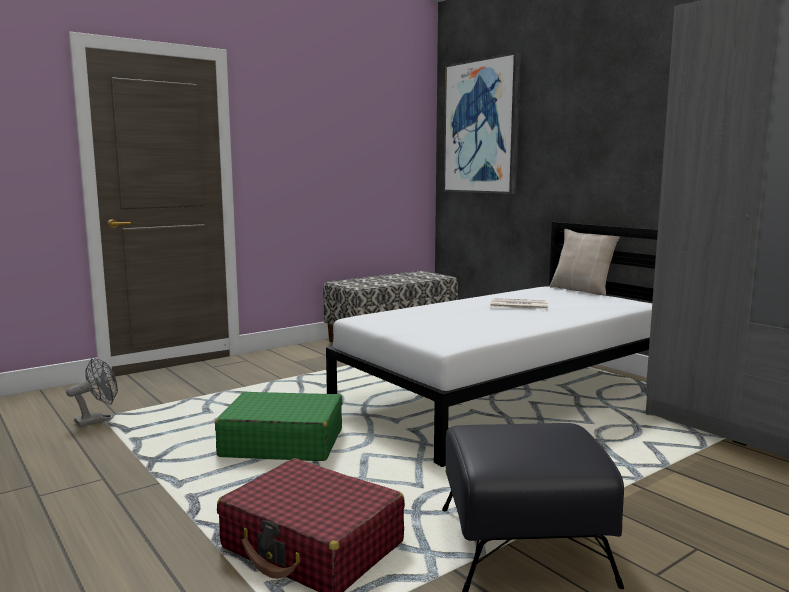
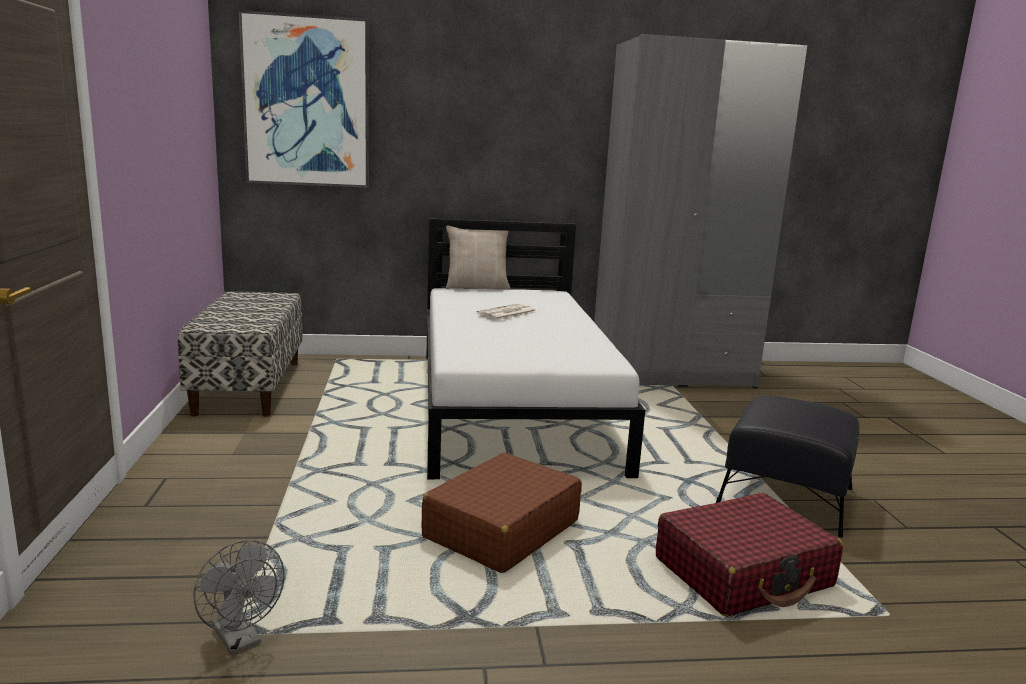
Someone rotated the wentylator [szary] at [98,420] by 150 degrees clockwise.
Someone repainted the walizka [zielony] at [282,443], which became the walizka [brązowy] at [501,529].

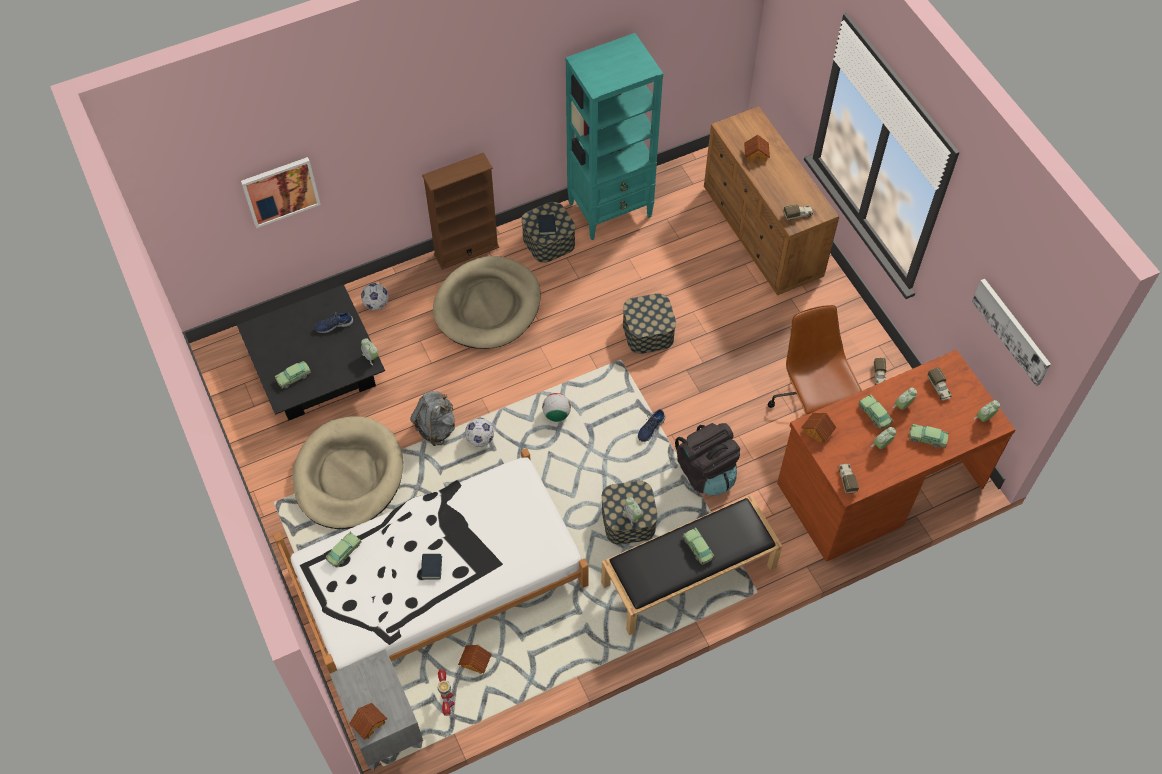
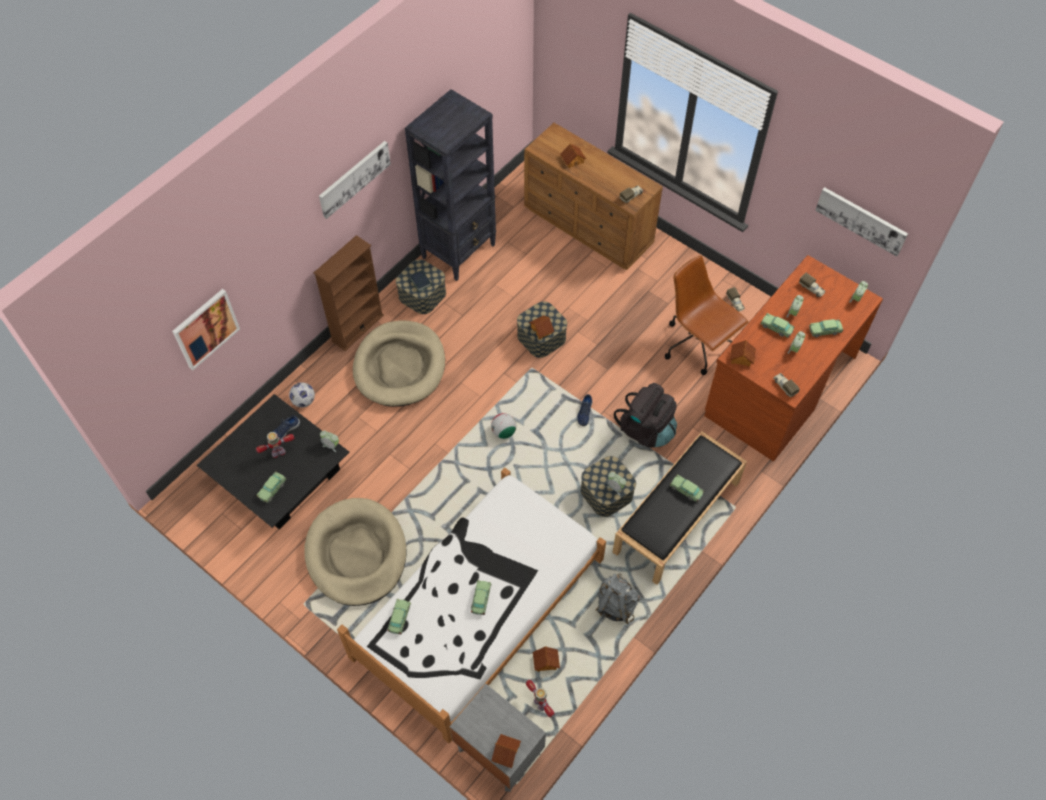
Someone carried the plecak [szary] from [436,427] to [615,605].
Someone swapped the książka at [431,568] for the samochodzik at [481,599].
Someone took away the piłka futbolowa at [480,439].
Someone repainted the regał [turkusowy] at [611,210], which became the regał [czarny] at [459,251].
Someone put down the robot zabawkowy at [278,452].
Someone put up the obraz at [354,178].
Someone put down the domek at [542,330].

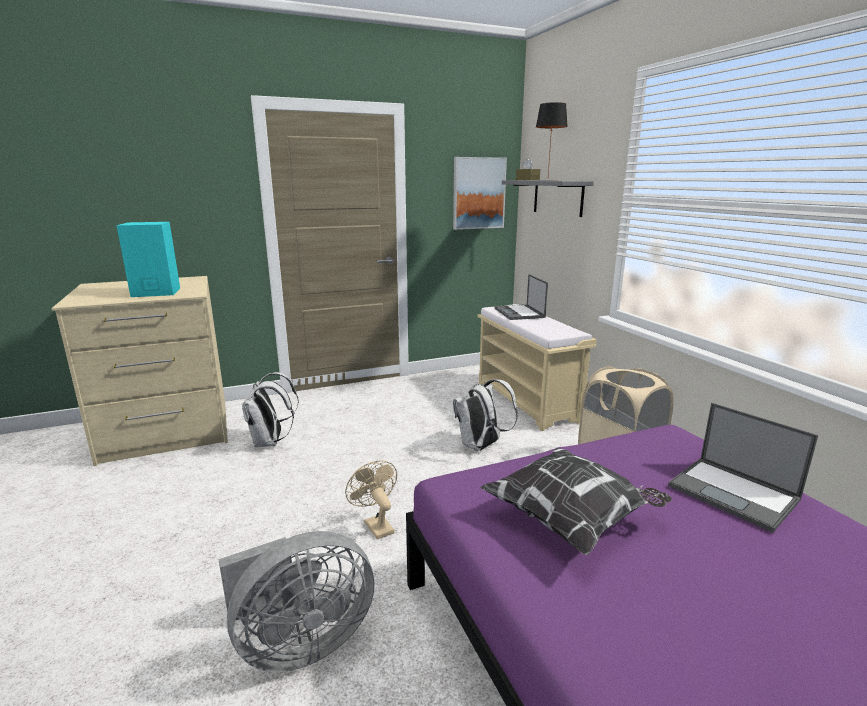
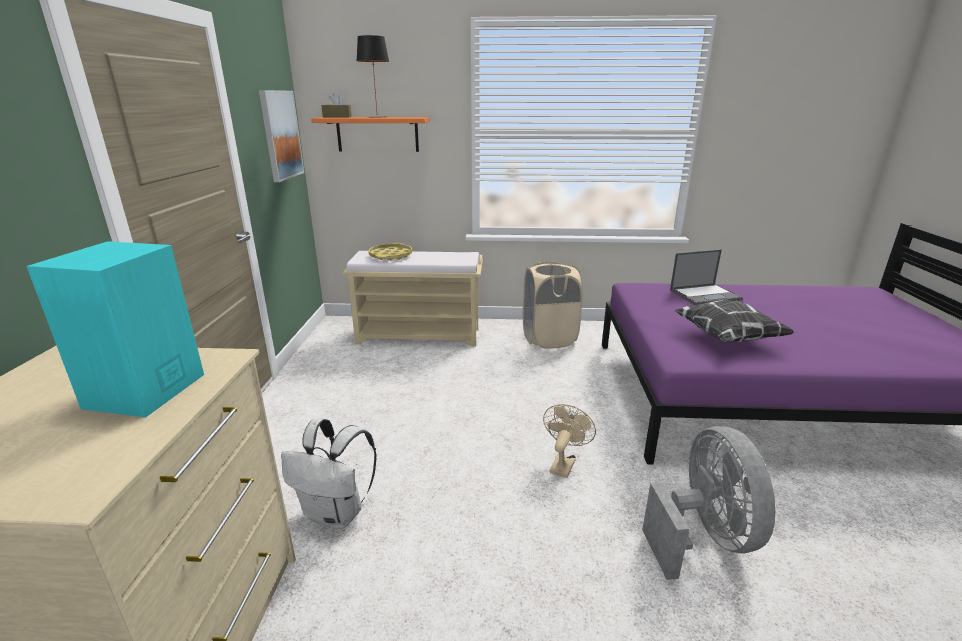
Someone rotated the wentylator [beżowy] at [375,525] by 120 degrees clockwise.
Someone took away the plecak [biały] at [481,446].
Someone swapped the laptop at [519,313] for the taca [żółty] at [390,256].
Someone repainted the półka [szary] at [558,197], which became the półka [pomarańczowy] at [377,134].

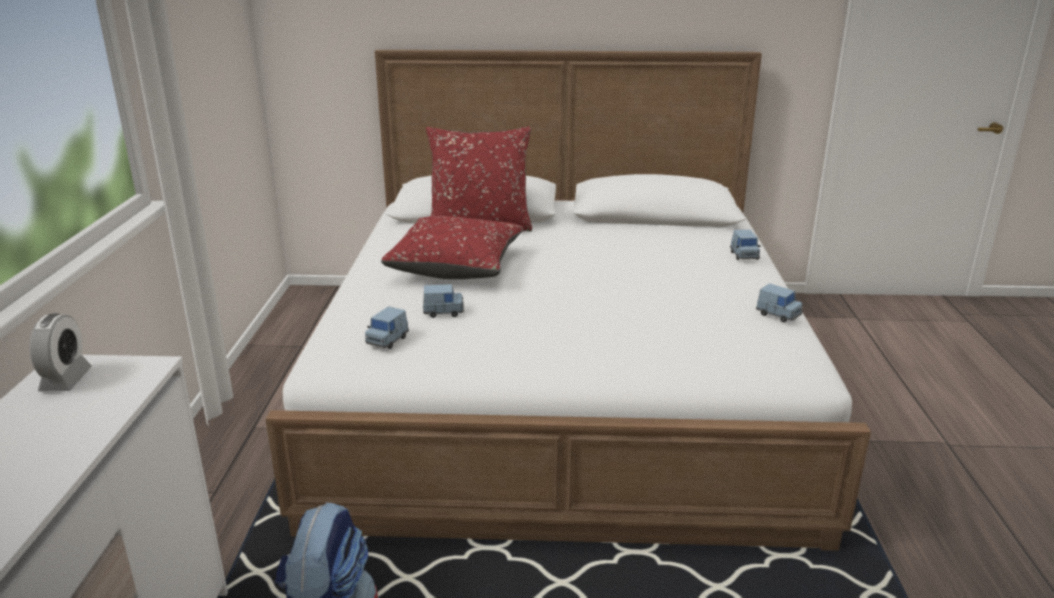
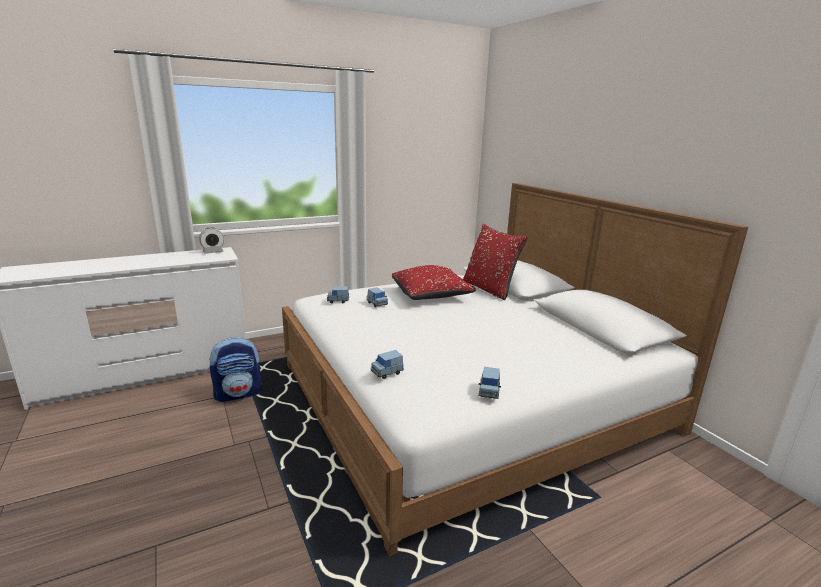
Someone carried the samochodzik [niebieski] from [744,256] to [387,372].

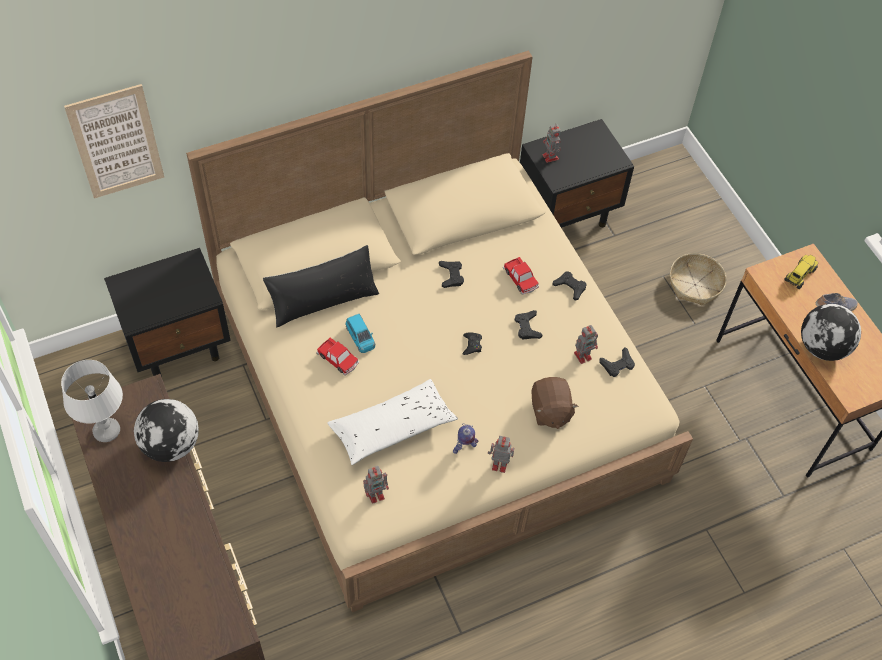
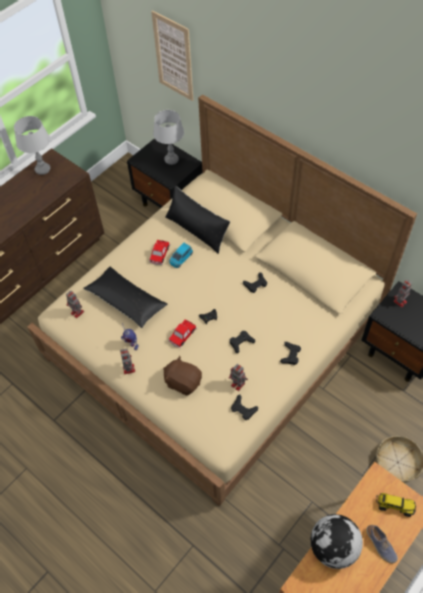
Someone took away the globus at [171,445].
Someone repainted the poduszka [biały] at [392,427], which became the poduszka [czarny] at [126,301].
Someone carried the samochodzik from [520,279] to [182,335].
Someone rotated the pluszak [brązowy] at [550,411] by 60 degrees clockwise.
Someone put down the lampa stołowa [szary] at [171,160].

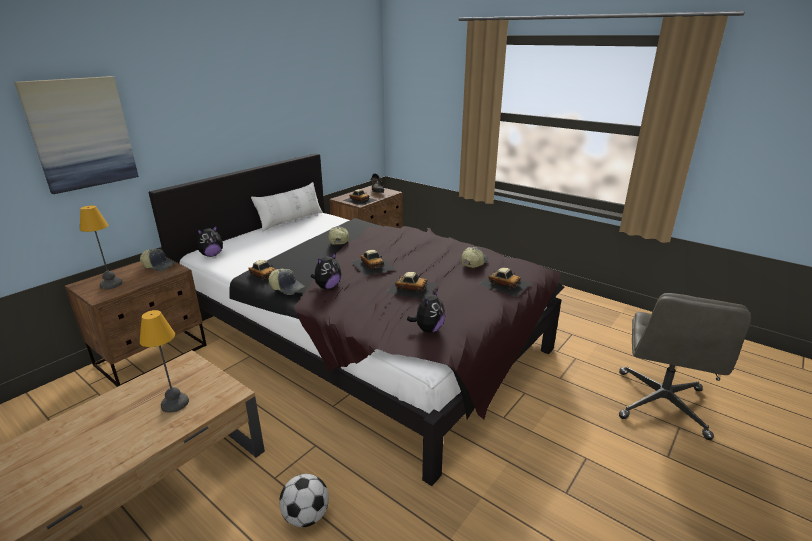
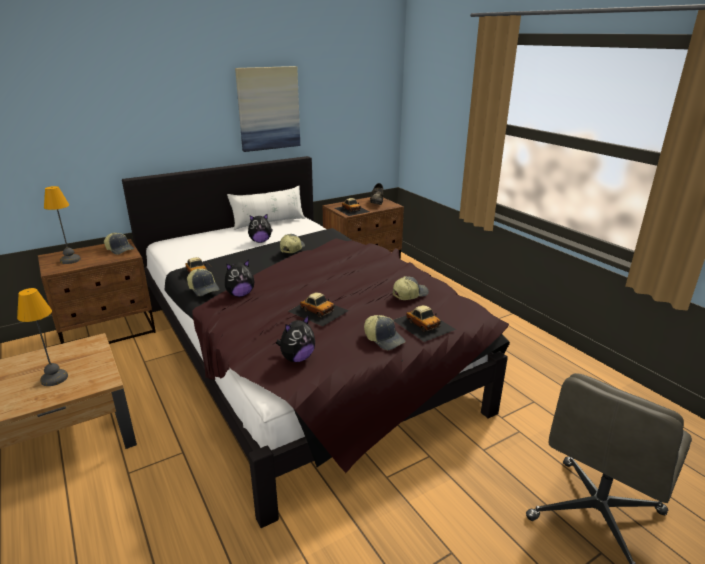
Someone carried the obraz from [81,133] to [268,108].
Someone carried the pluszak from [211,255] to [260,241].
Someone took away the piłka futbolowa at [306,516].
Someone took away the samochodzik at [372,265].
Someone put down the czapka z daszkiem at [384,339].

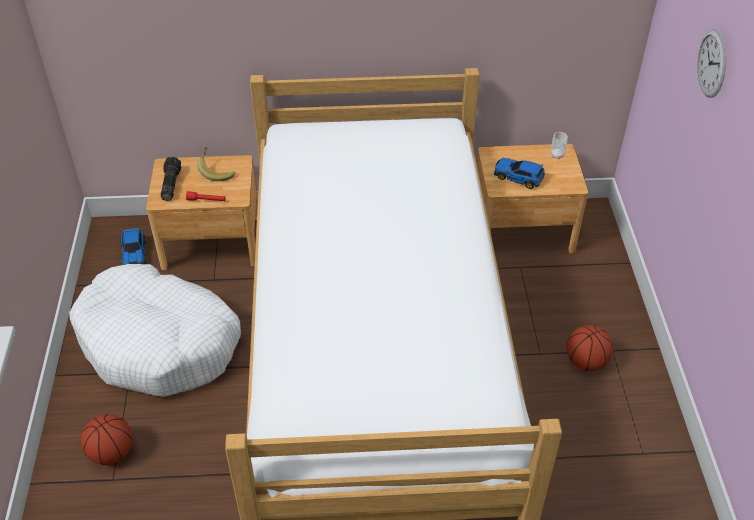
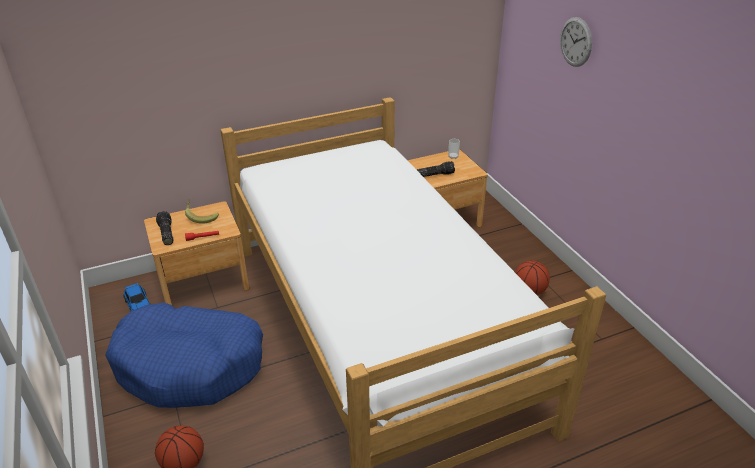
Someone repainted the legowisko [biały] at [159,343], which became the legowisko [niebieski] at [190,365].
Someone swapped the samochodzik at [519,177] for the latarka at [435,174].

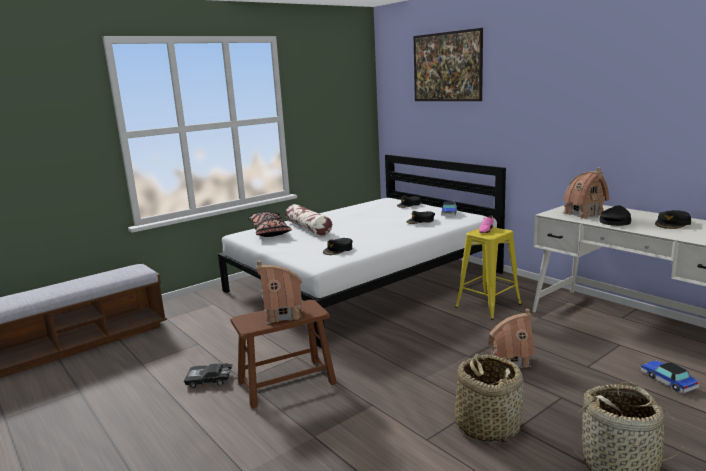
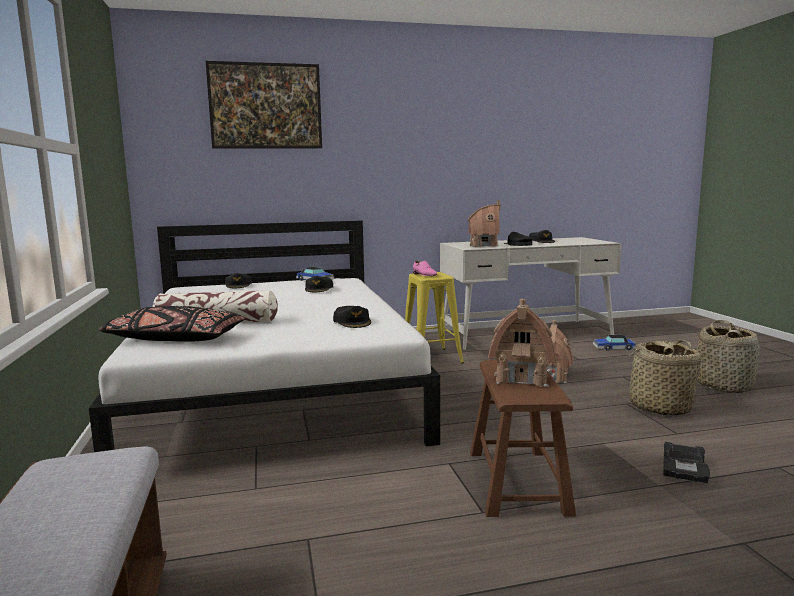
Someone carried the samochodzik [czarny] from [209,380] to [684,470].

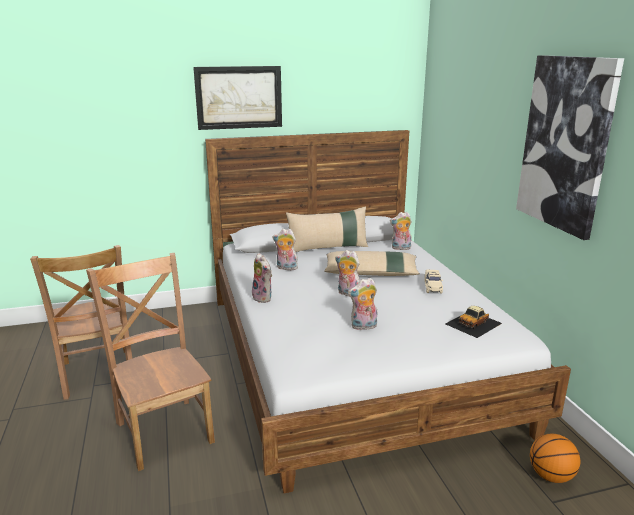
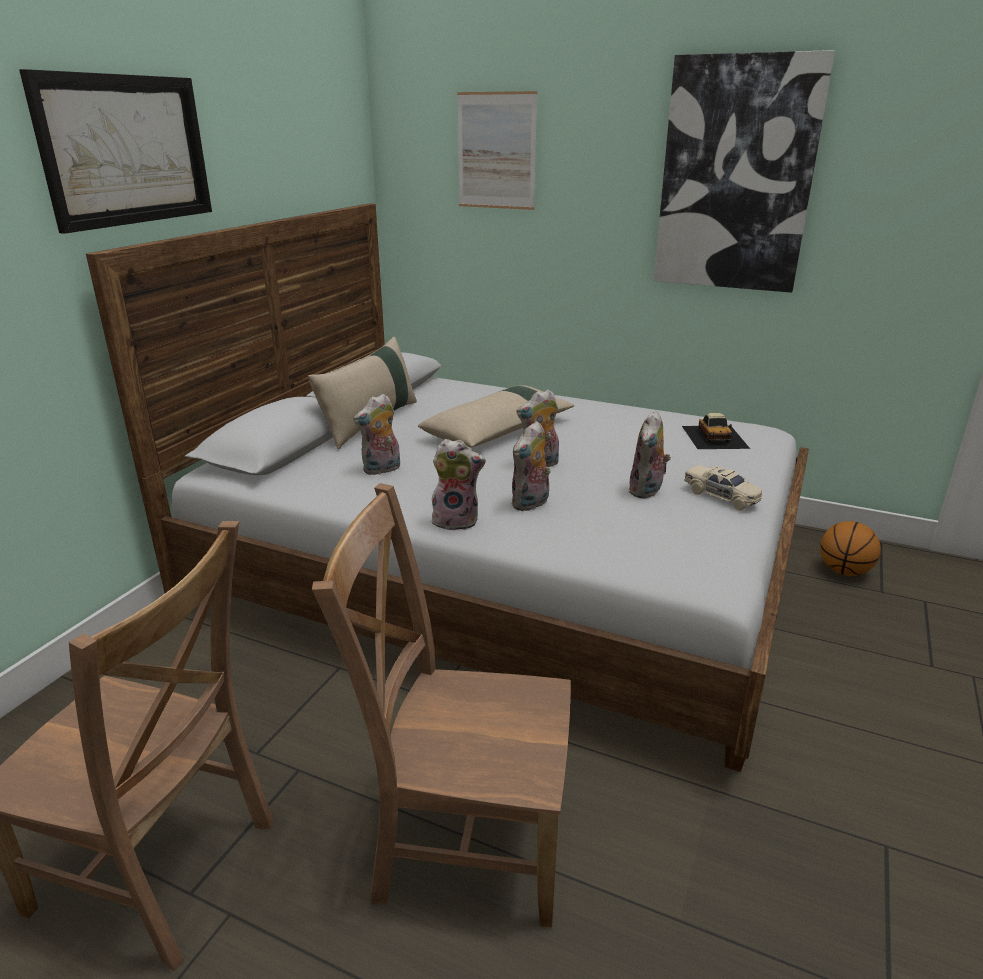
Someone carried the pluszak from [400,248] to [531,504].
Someone carried the samochodzik [beżowy] from [433,287] to [721,496].
Someone put up the obraz at [496,151].

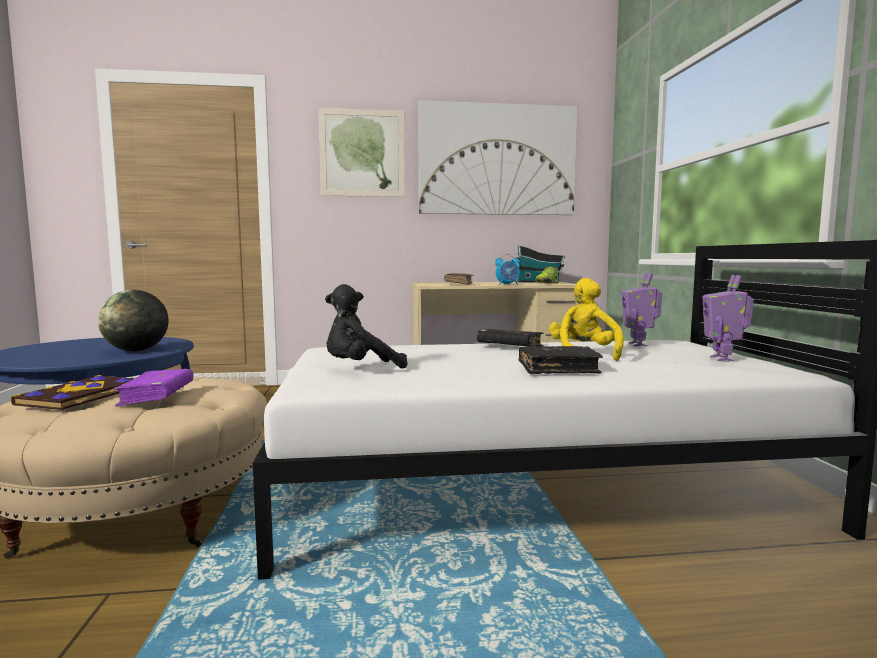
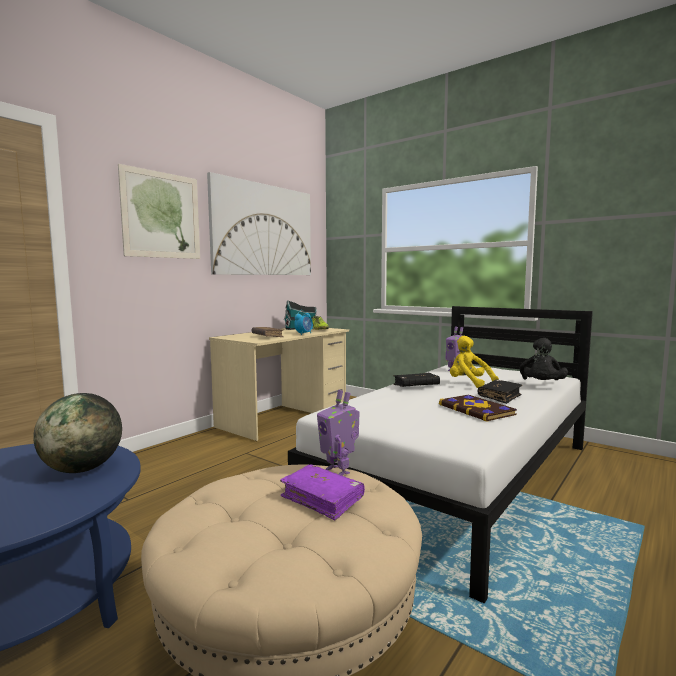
Someone carried the książka from [83,395] to [477,409].
Someone carried the pluszak [czarny] from [361,369] to [541,385].
Someone carried the robot zabawkowy from [723,359] to [339,470].

